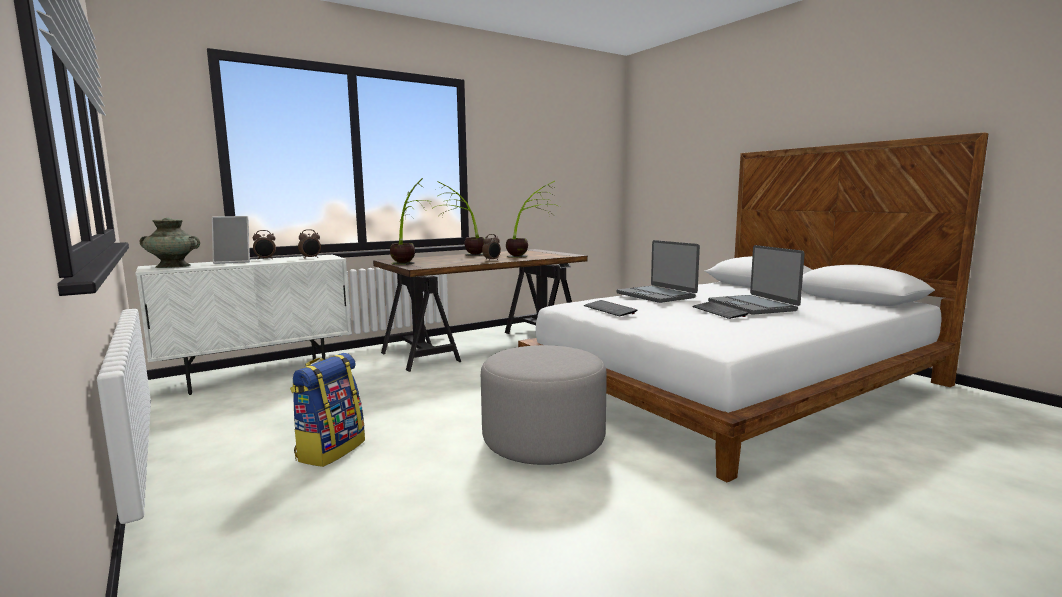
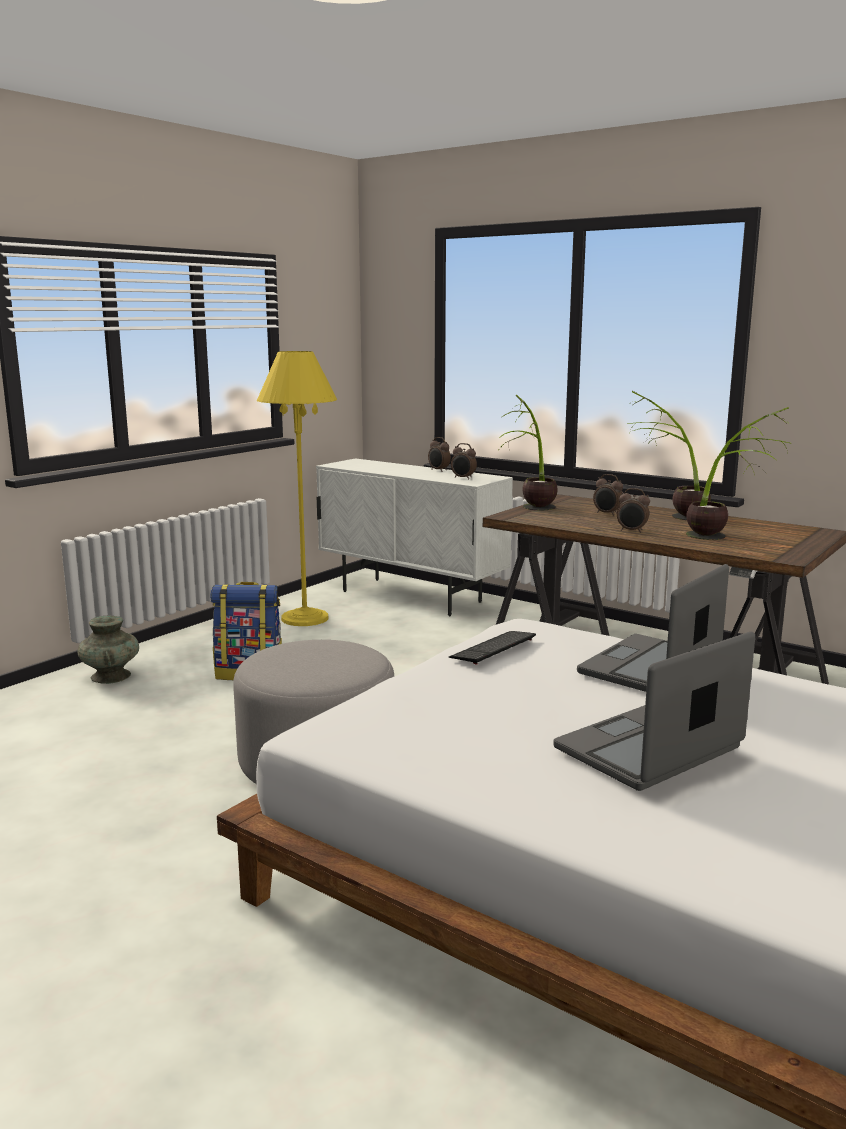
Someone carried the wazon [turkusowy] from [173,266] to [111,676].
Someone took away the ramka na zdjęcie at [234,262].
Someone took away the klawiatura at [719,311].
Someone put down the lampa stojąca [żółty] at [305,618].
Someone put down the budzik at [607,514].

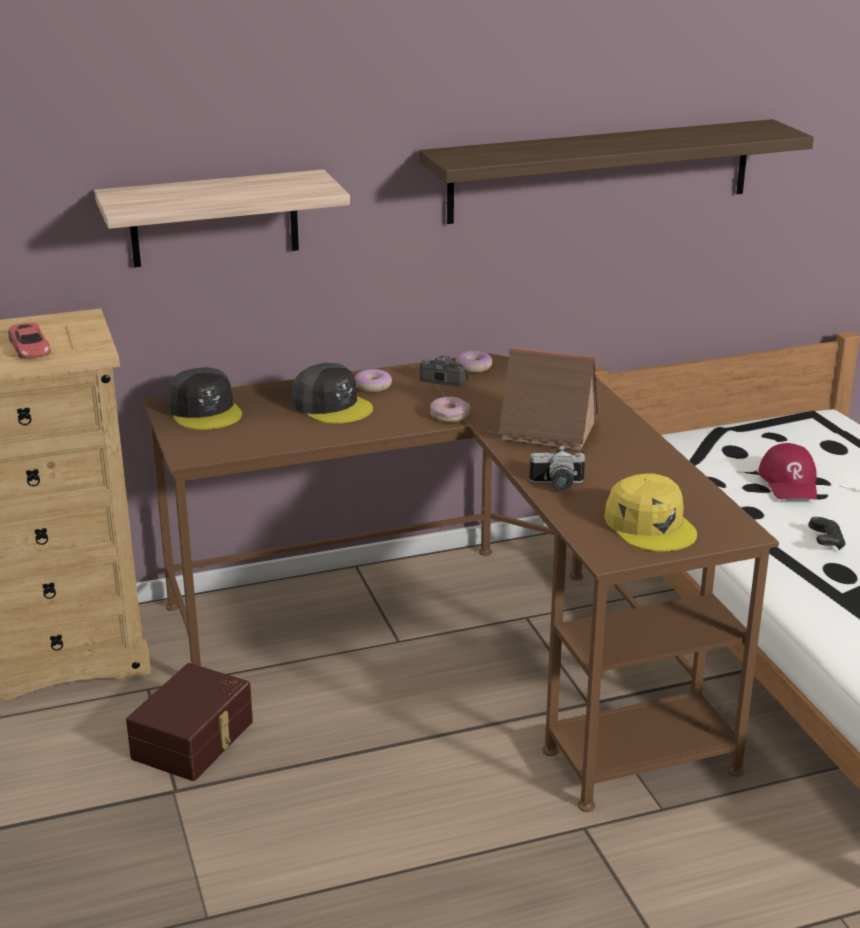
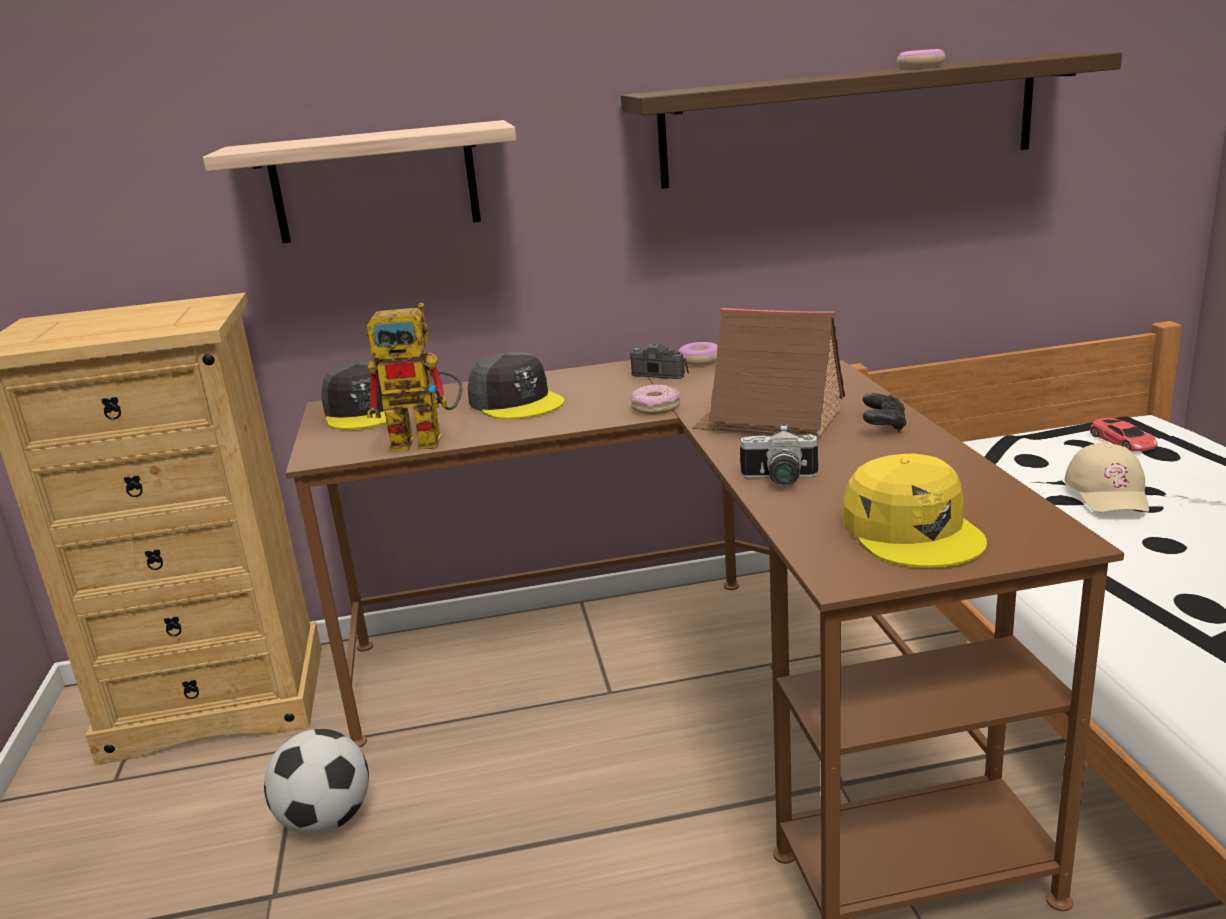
Someone carried the samochodzik [czerwony] from [30,347] to [1122,441].
Someone swapped the pojemnik do przechowywania [brązowy] at [195,740] for the piłka futbolowa at [326,820].
Someone carried the donut from [373,386] to [920,67].
Someone repainted the czapka z daszkiem [czerwony] at [789,482], which became the czapka z daszkiem [beżowy] at [1108,492].
Someone carried the pad do gier [czarny] from [826,542] to [883,425].
Someone put down the robot zabawkowy at [428,440].

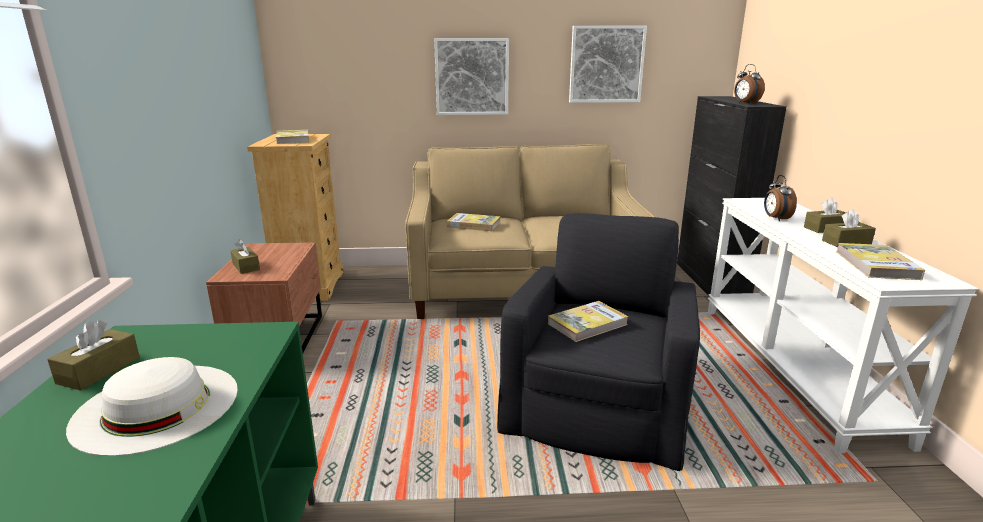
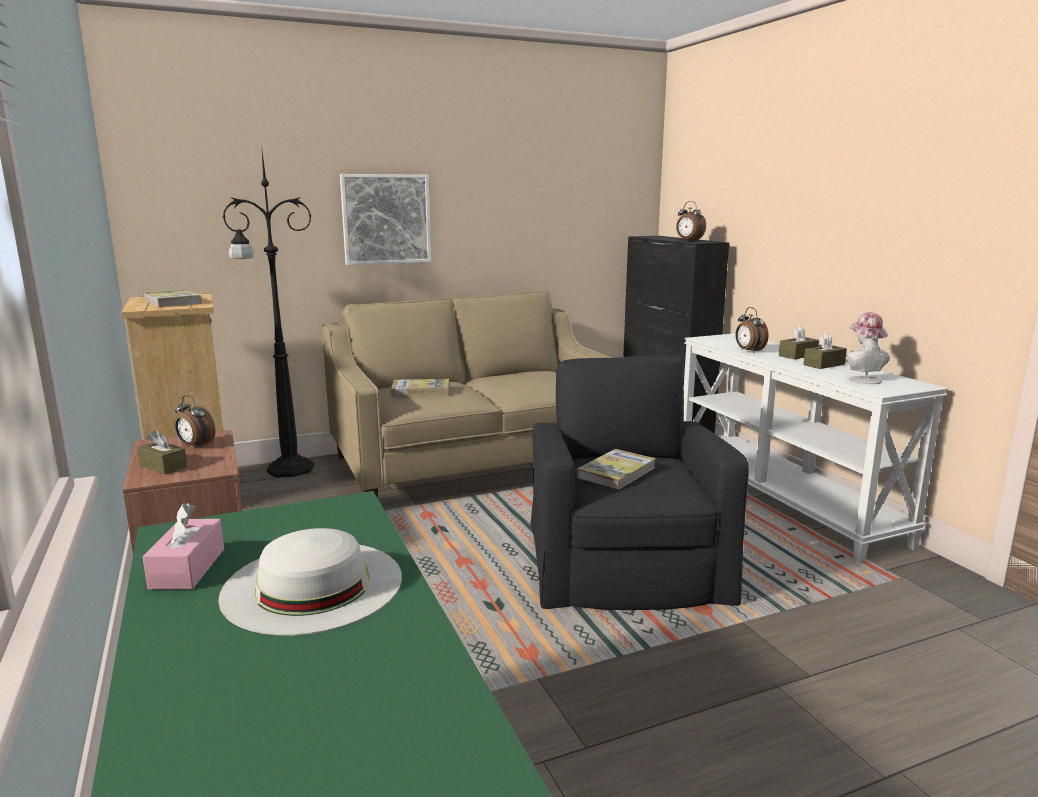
Someone repainted the pudełko chusteczek [brązowy] at [99,370], which became the pudełko chusteczek [różowy] at [188,568].
Someone took away the obraz at [606,64].
Someone swapped the książka at [876,265] for the kapelusz at [862,379].
Someone put down the budzik at [195,446].
Someone put down the lampa stojąca [czarny] at [287,469].

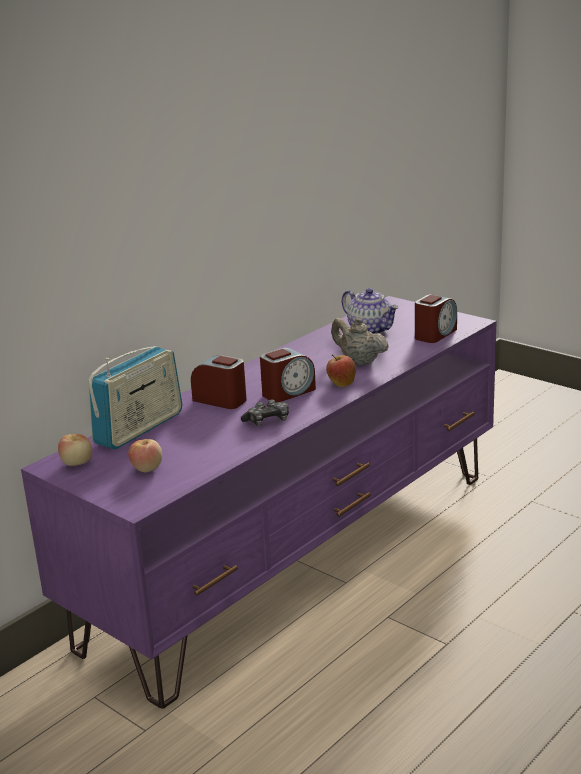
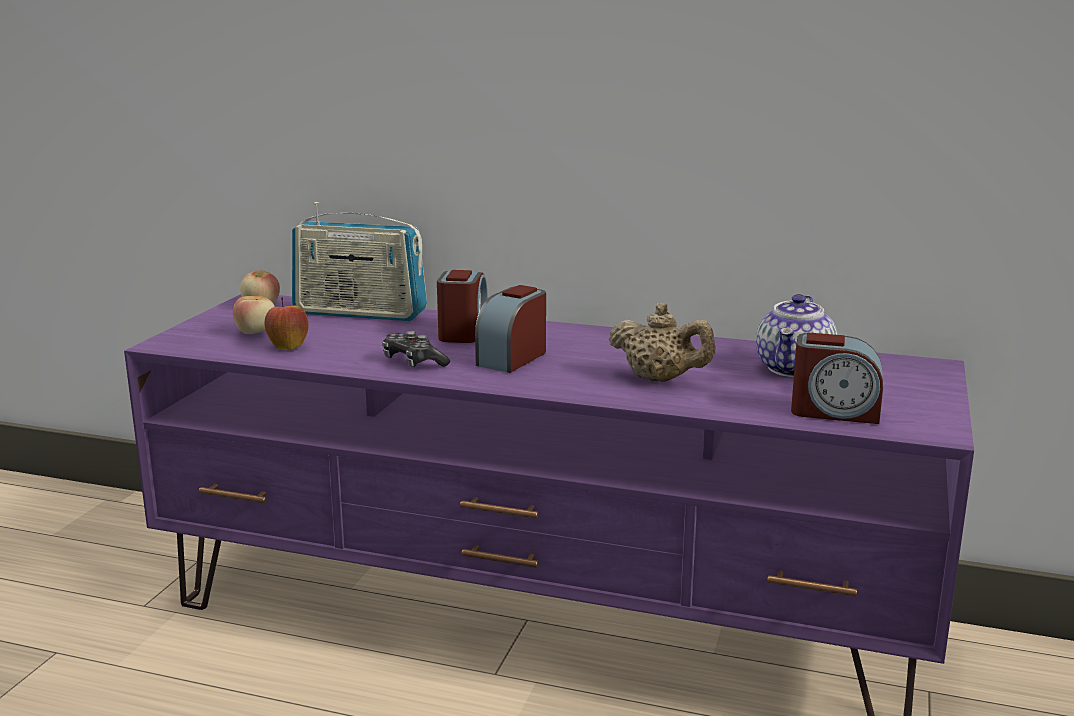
Someone rotated the budzik at [288,392] by 90 degrees clockwise.
Someone carried the jabłko from [341,384] to [288,347].
Someone rotated the imbryk [beżowy] at [359,361] by 105 degrees clockwise.

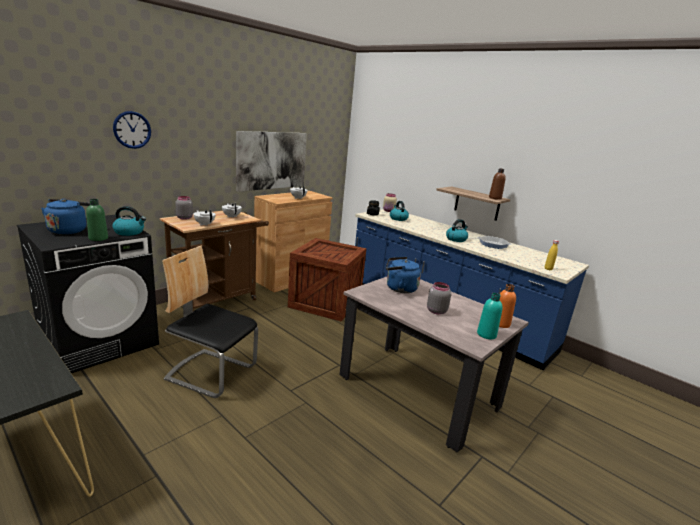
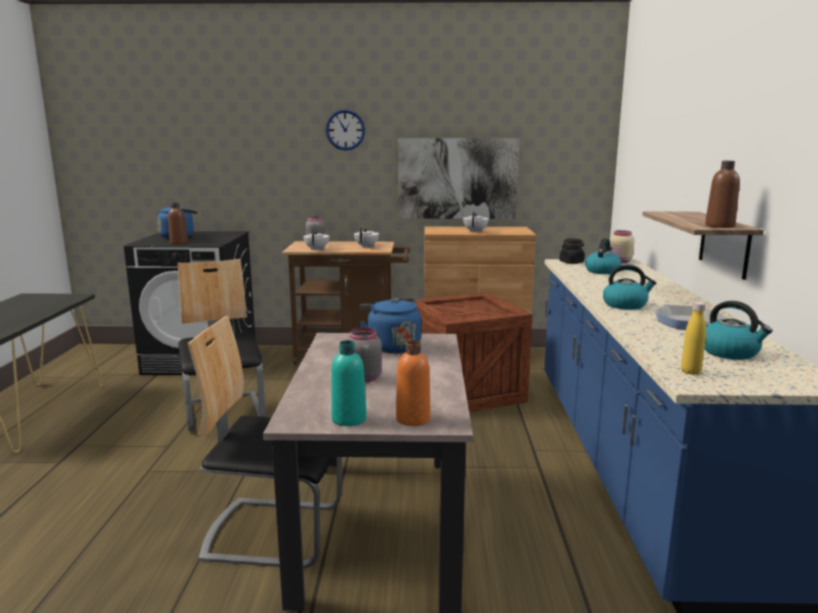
Someone repainted the butelka [zielony] at [98,238], which became the butelka [brązowy] at [179,243].
Someone carried the czajnik from [129,232] to [730,352].
Someone carried the zegar ścienny from [132,130] to [345,130].
Someone put down the krzesło at [274,531].

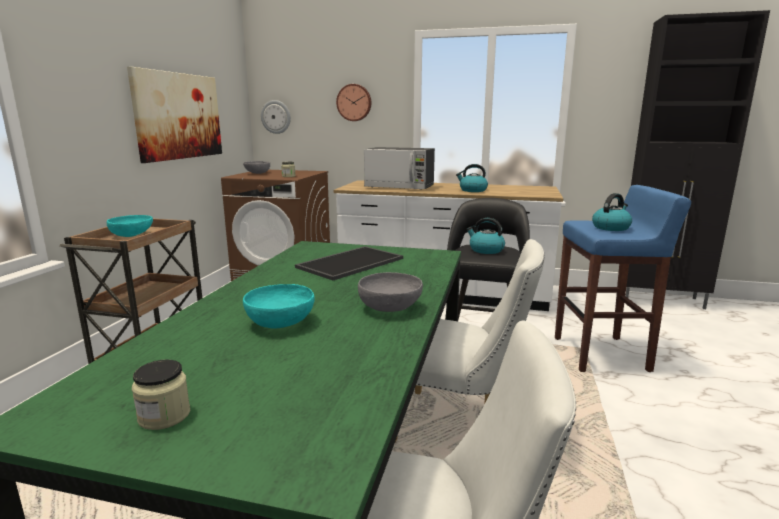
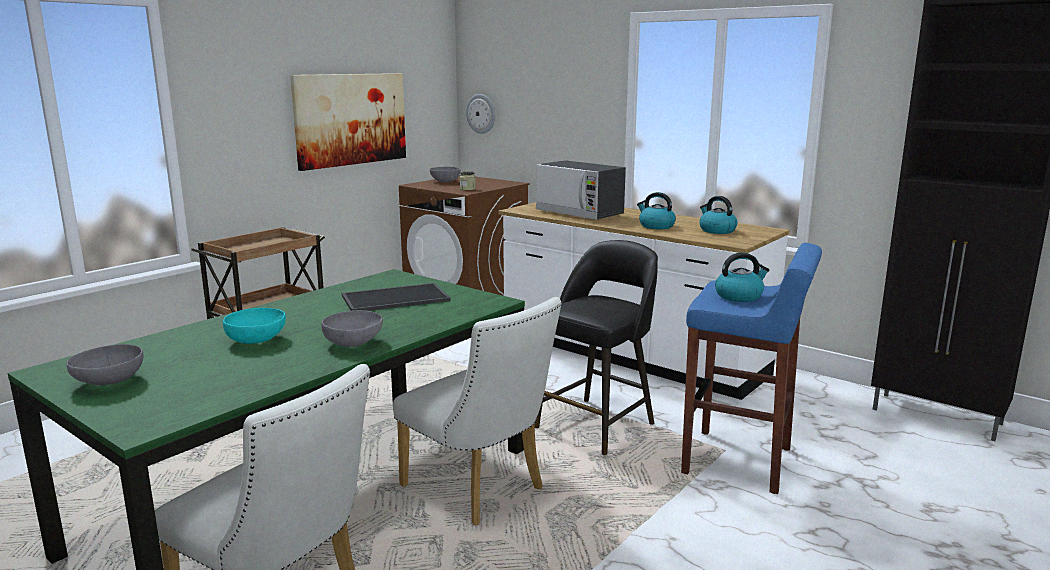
Someone took away the miska [turkusowy] at [132,235].
Someone swapped the słoik at [164,416] for the miska [szary] at [109,382].
Someone took away the zegar ścienny at [354,102].
Someone carried the czajnik from [485,250] to [716,230].

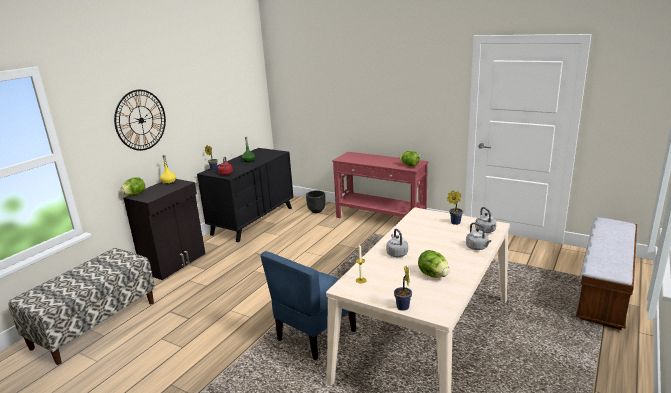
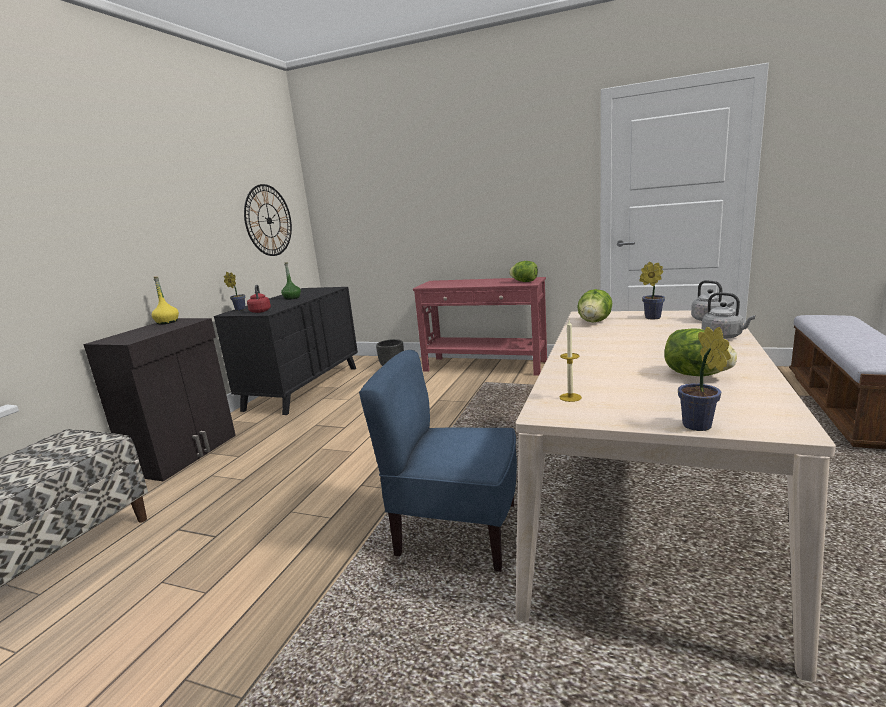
Someone carried the zegar ścienny from [141,120] to [269,220].
Someone carried the sałata from [135,195] to [594,322].
Someone rotated the krzesło [niebieski] at [315,335] by 75 degrees clockwise.
Someone took away the czajnik [szary] at [396,253].

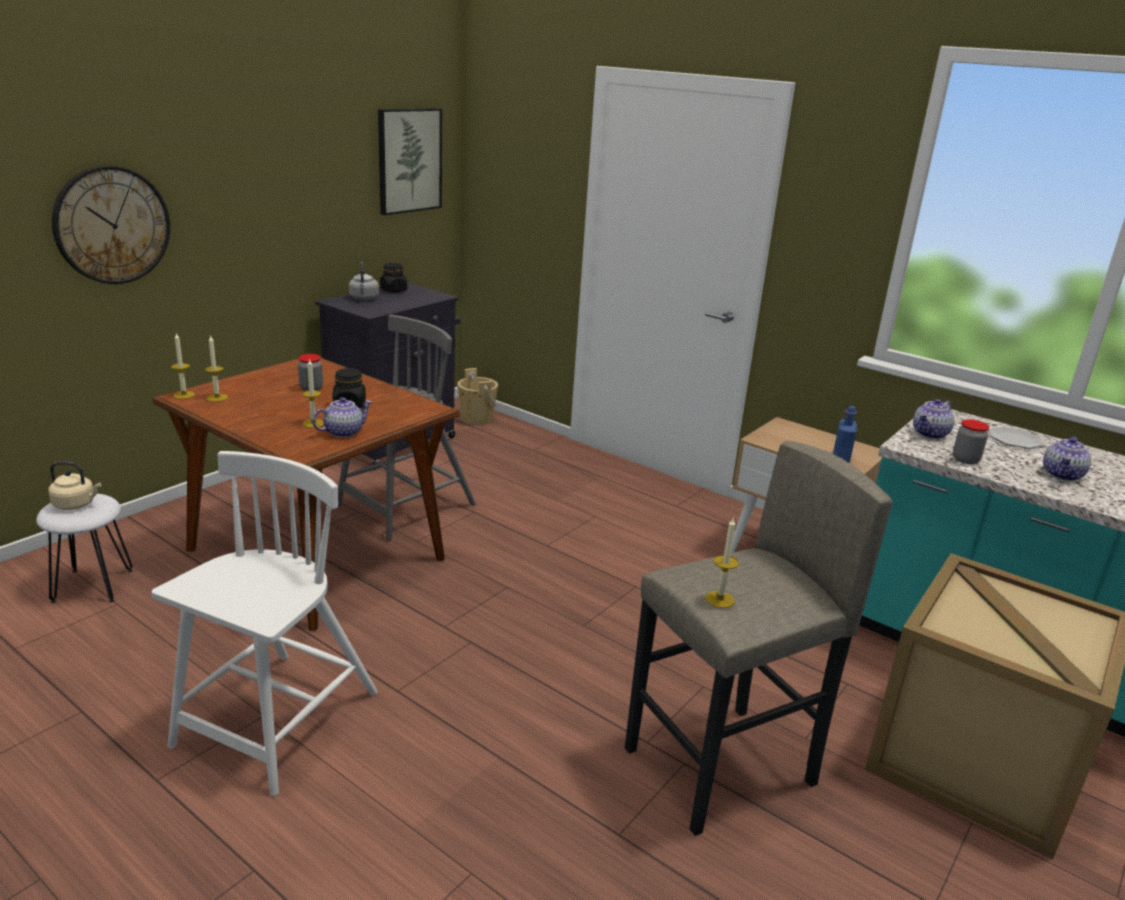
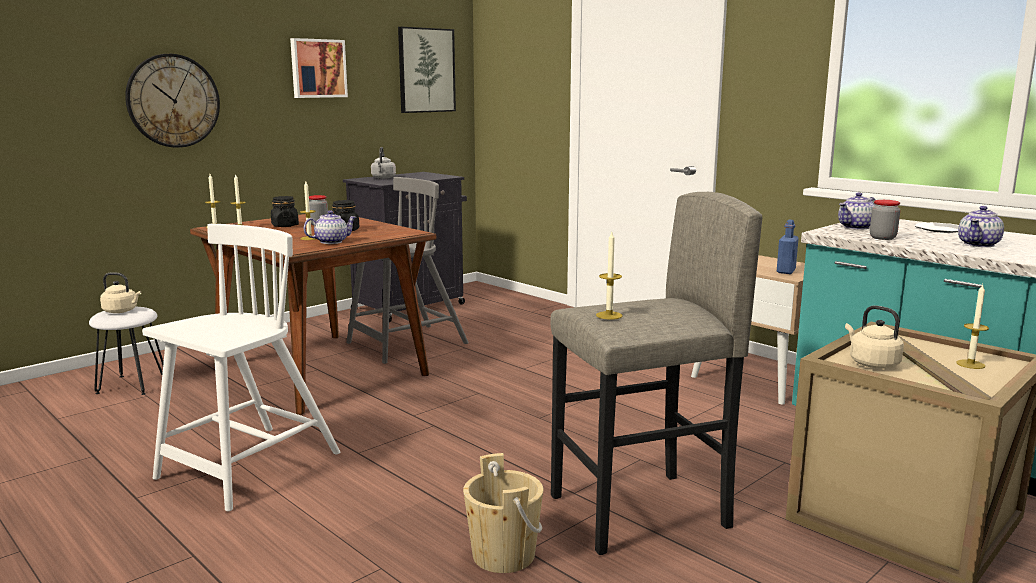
Someone carried the słoik [czarny] from [393,290] to [285,225].
Someone carried the wiadro [beżowy] from [477,419] to [503,555].
Someone put up the obraz at [318,68].
Someone put down the czajnik [beżowy] at [871,363].
Someone put down the świeca at [970,364].

